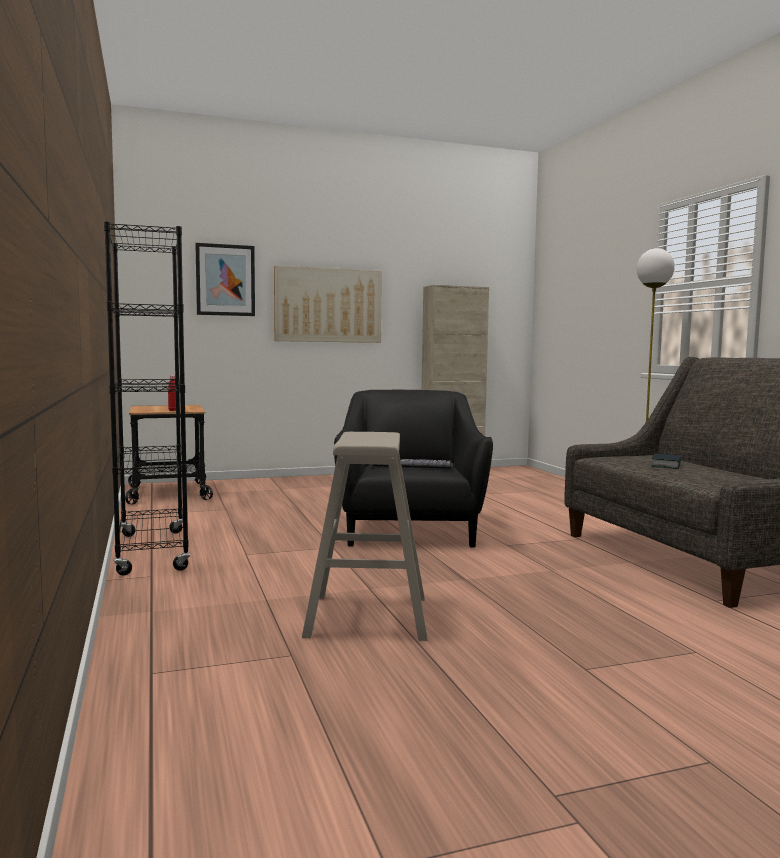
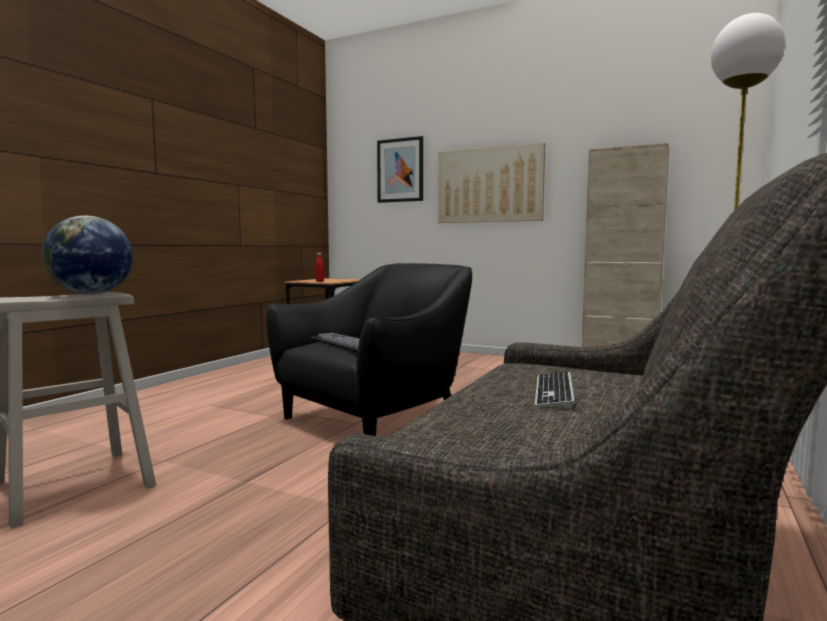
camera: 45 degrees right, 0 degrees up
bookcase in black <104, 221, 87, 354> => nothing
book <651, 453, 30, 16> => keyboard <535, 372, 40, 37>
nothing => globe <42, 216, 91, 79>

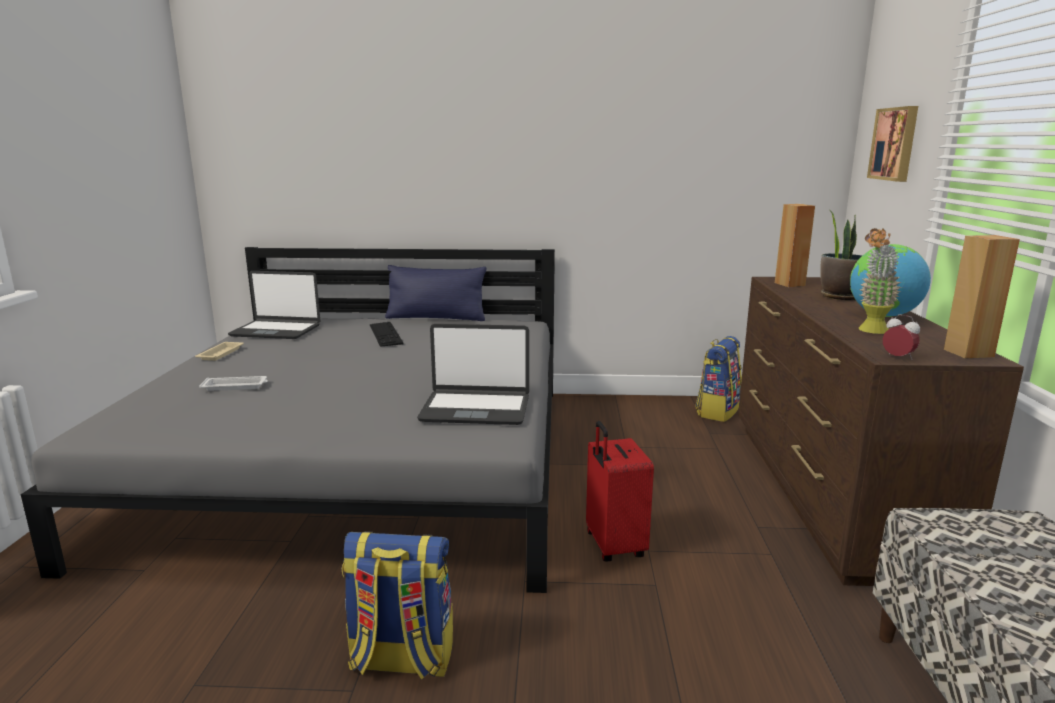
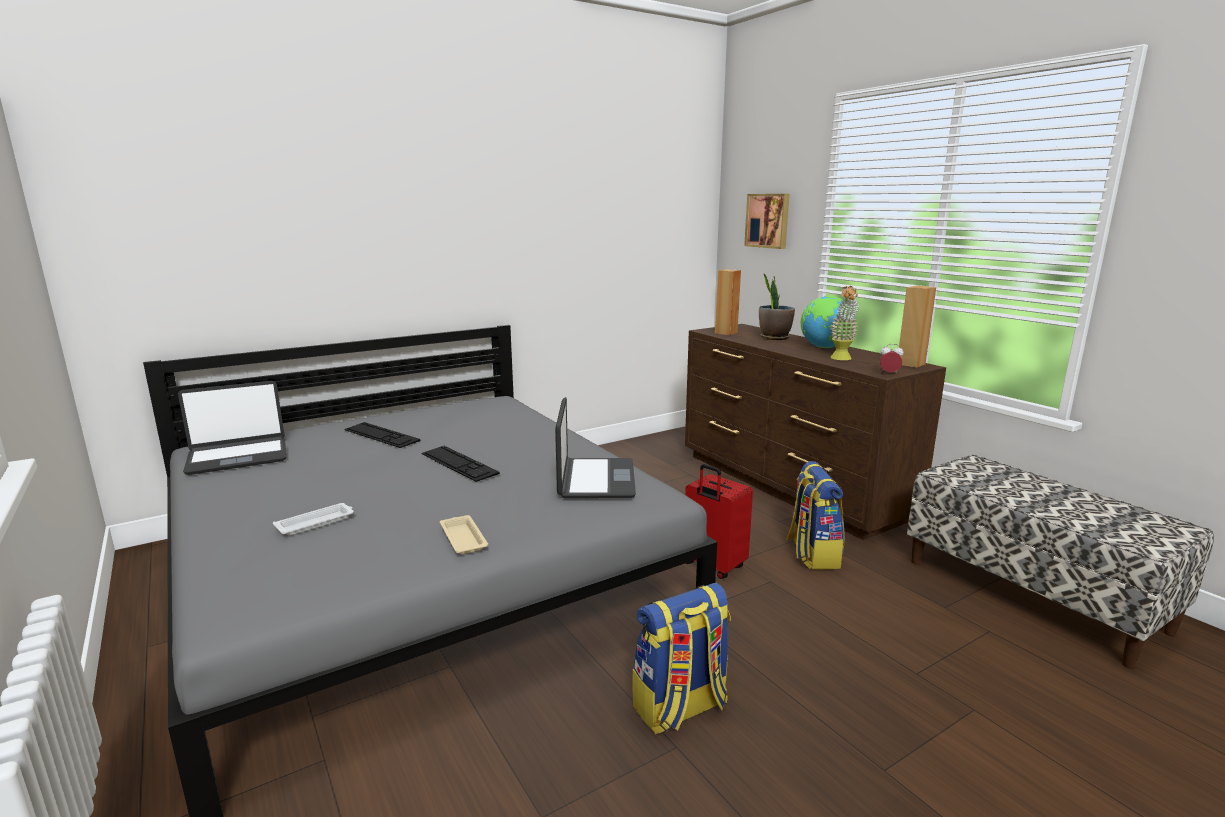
camera: 35 degrees left, 0 degrees up
pillow in blue <385, 265, 102, 56> => nothing
laptop <417, 324, 112, 101> => laptop <555, 397, 81, 101>, 60 degrees counterclockwise
backpack <695, 336, 47, 86> => backpack <786, 461, 59, 109>, moved
tray in beige <195, 342, 49, 19> => tray in beige <440, 515, 48, 39>, moved
nothing => keyboard <421, 446, 79, 36>

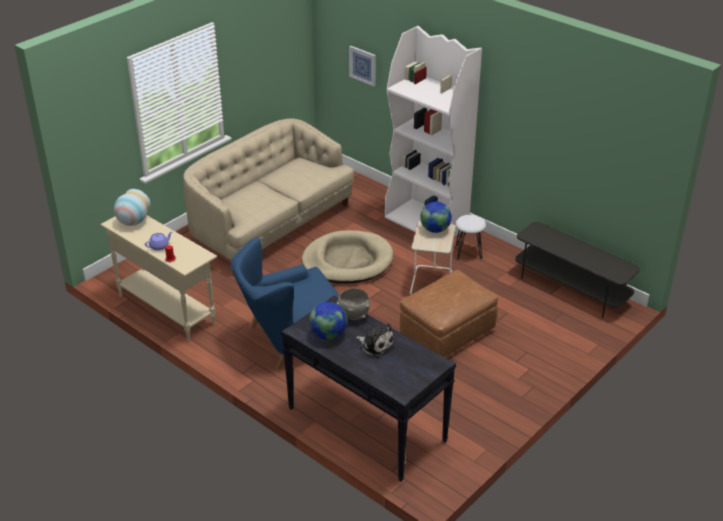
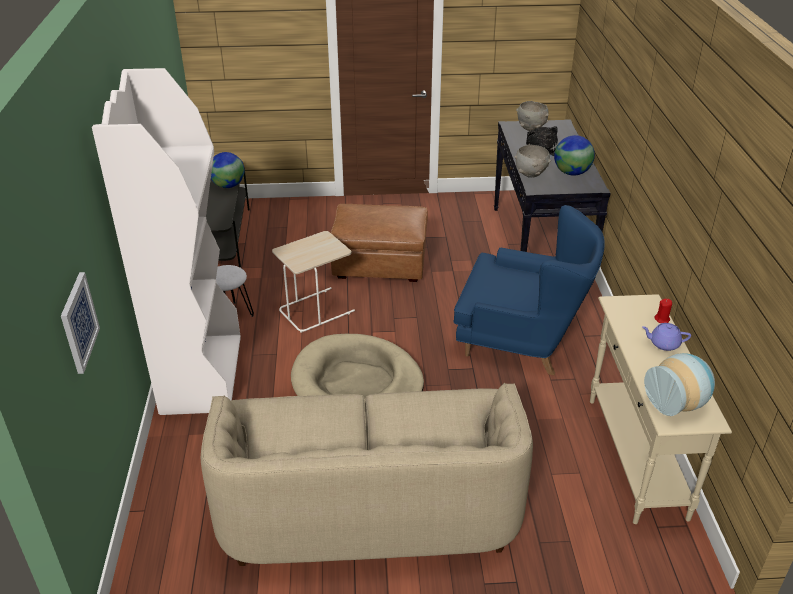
camera: 135 degrees left, 0 degrees up
globe <420, 202, 32, 31> => globe <211, 152, 33, 36>, moved
nothing => bowl in grey <516, 101, 33, 30>

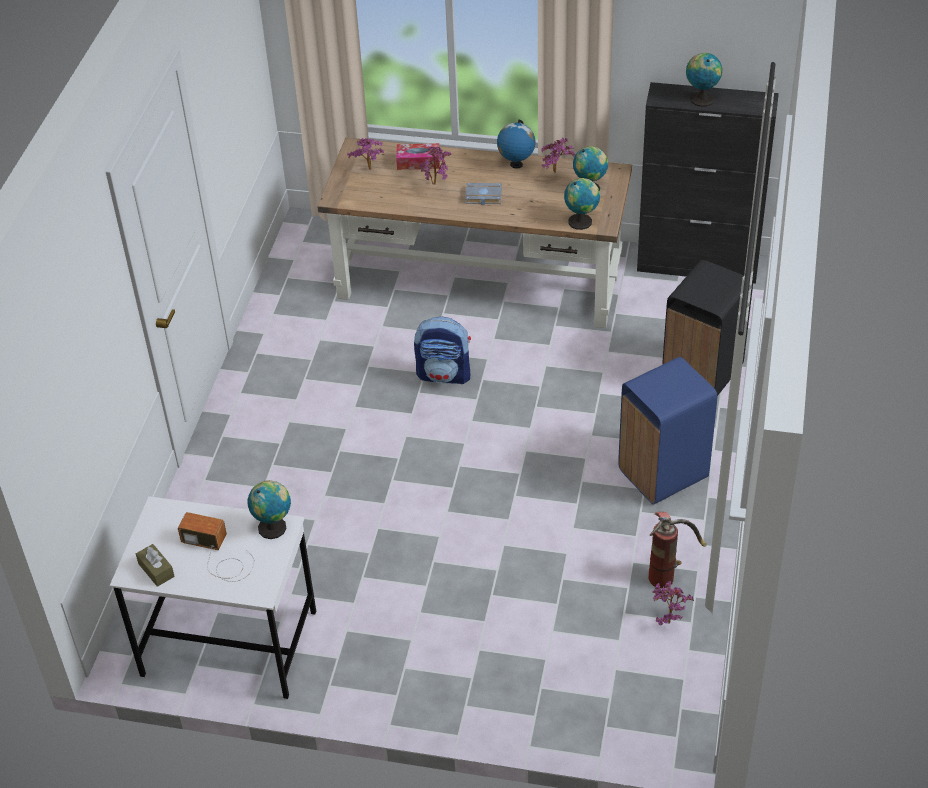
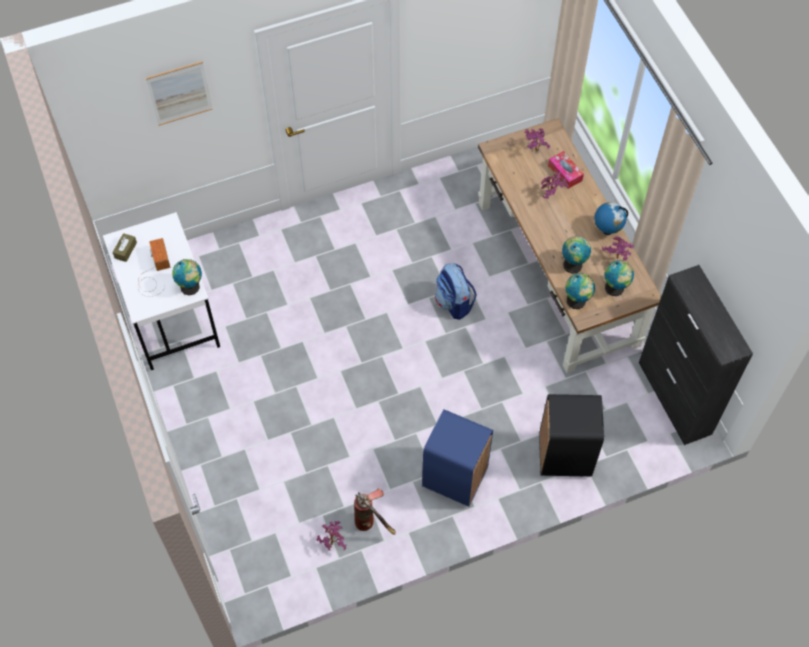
camera: 55 degrees right, 15 degrees up
globe <686, 53, 36, 54> => globe <562, 236, 29, 38>, moved
book in grey <465, 183, 37, 22> => nothing
nothing => picture <146, 61, 66, 65>

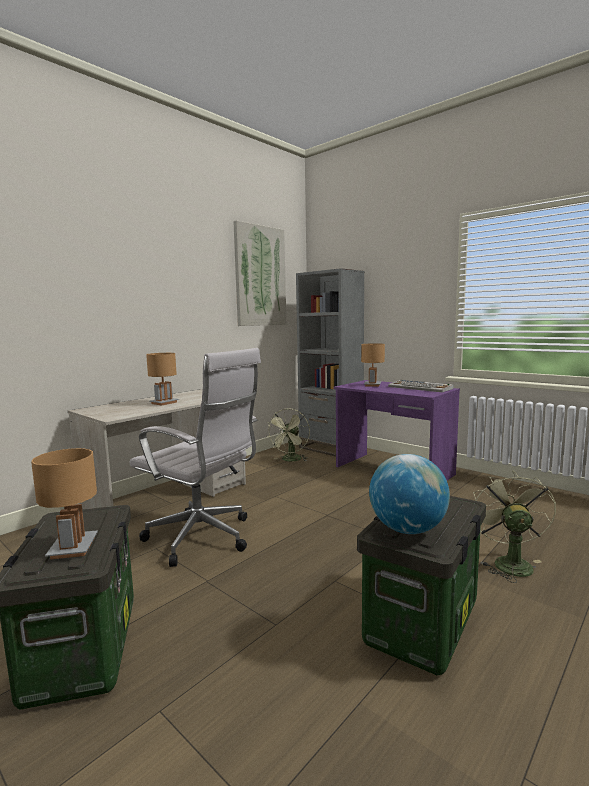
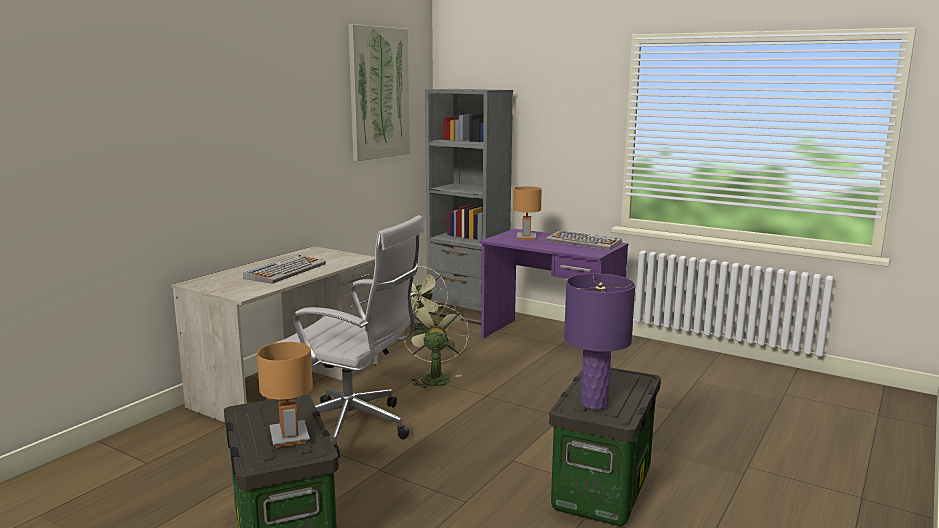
camera: 10 degrees left, 5 degrees up
table lamp in brown <146, 353, 33, 53> => keyboard <243, 255, 83, 29>
globe <369, 454, 81, 80> => table lamp in purple <564, 273, 71, 137>
fan in green <473, 471, 83, 112> => fan in green <403, 300, 66, 90>, moved

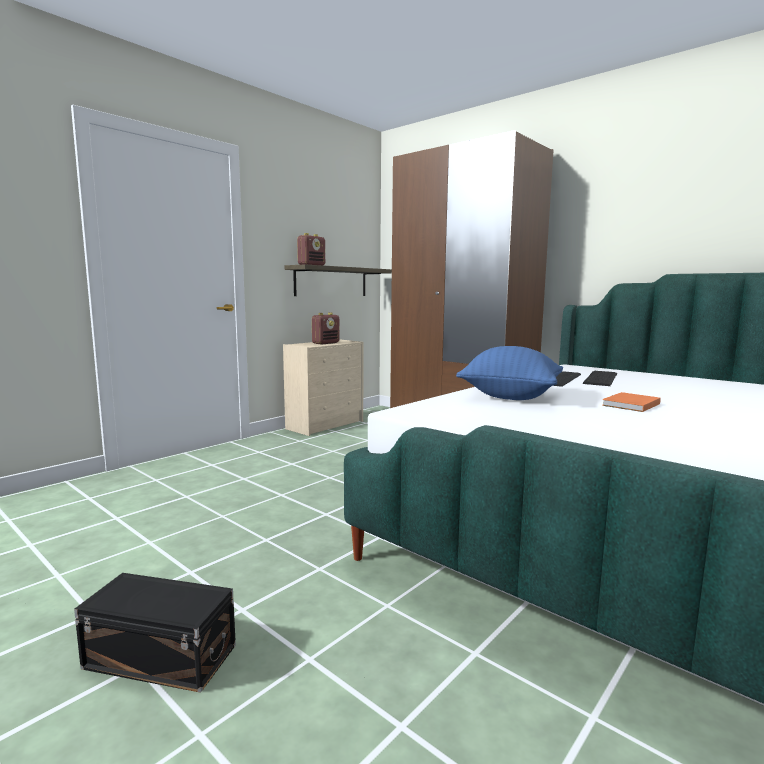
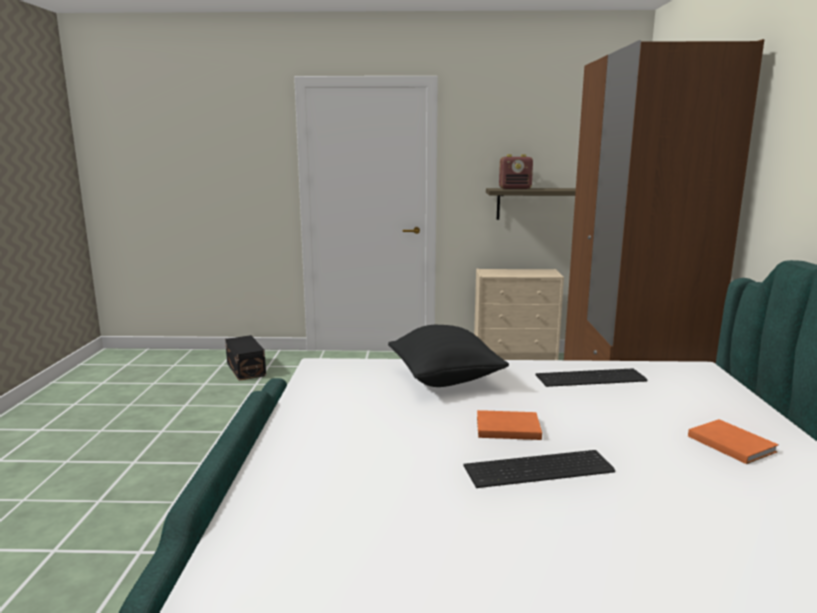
camera: 50 degrees right, 5 degrees up
radio <312, 313, 28, 32> => nothing
pillow in blue <456, 346, 107, 54> => pillow in black <388, 325, 121, 62>
keyboard <583, 371, 34, 15> => keyboard <463, 450, 152, 38>, moved
storage box in black <74, 573, 162, 120> => storage box in black <225, 335, 41, 46>, moved
nothing => book in orange <688, 419, 91, 45>

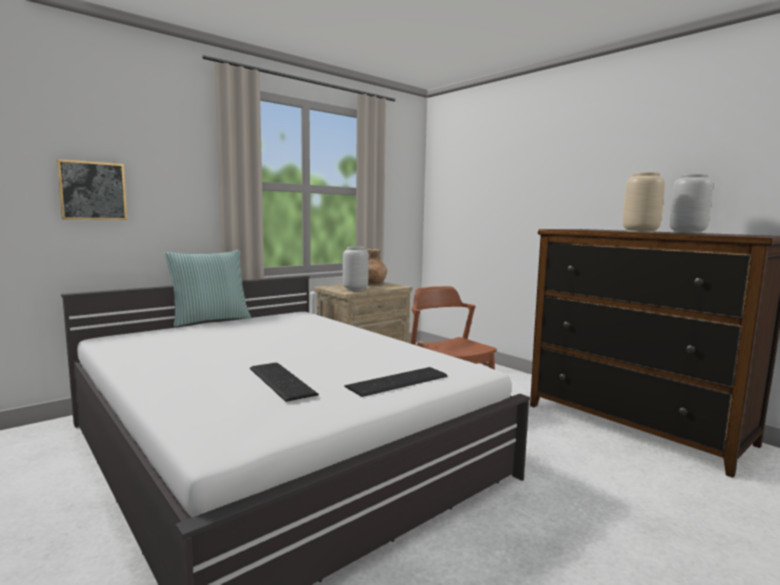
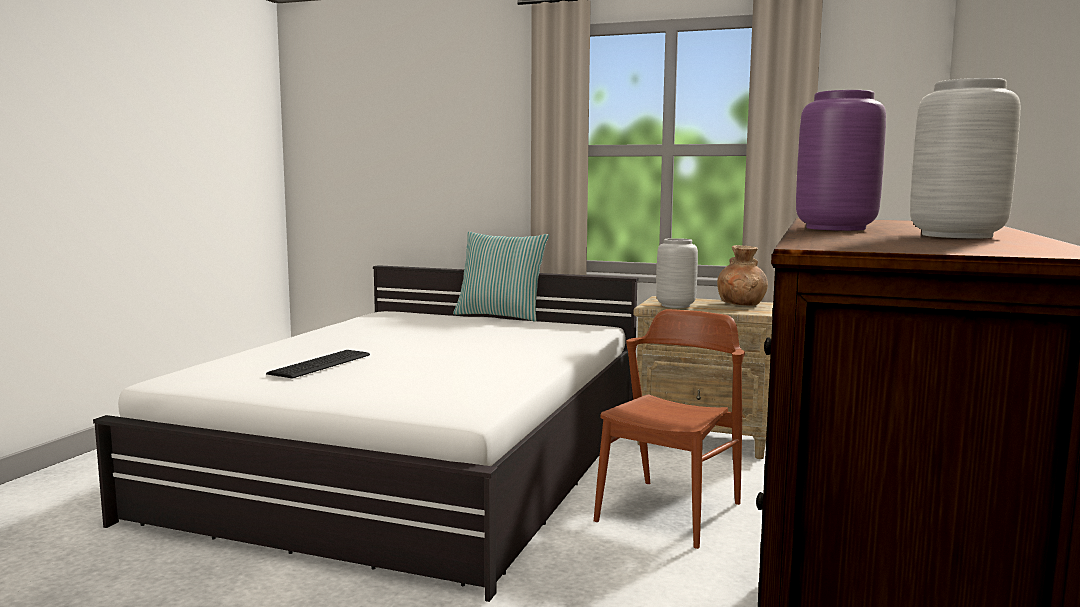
camera: 60 degrees right, 0 degrees up
picture <57, 159, 70, 61> => nothing
vase in beige <623, 172, 42, 61> => vase in purple <796, 90, 90, 141>
keyboard <345, 367, 102, 30> => nothing

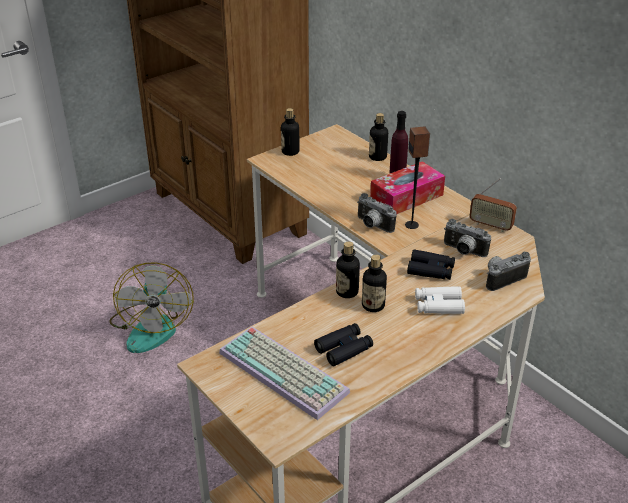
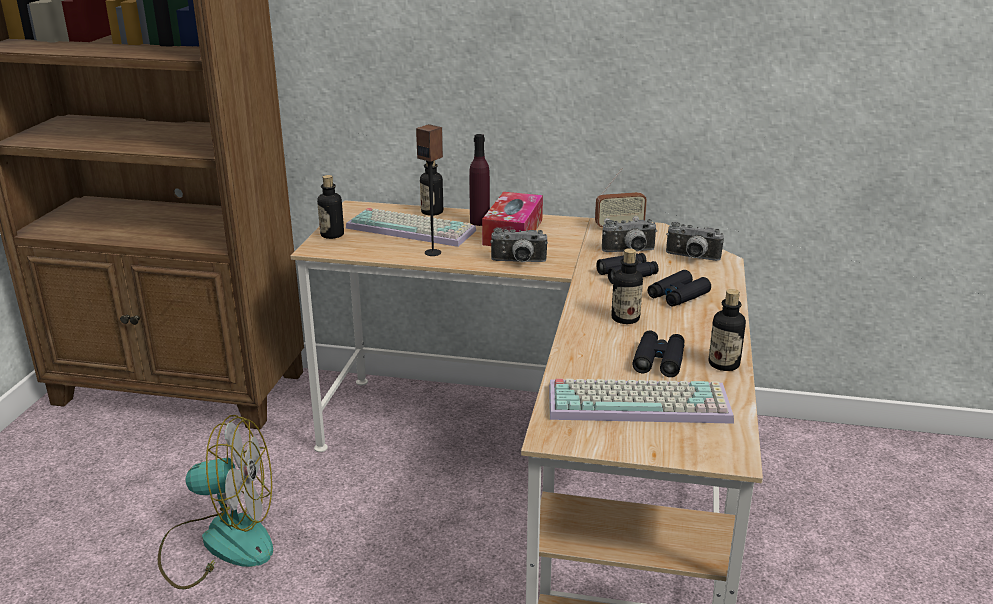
camera: 40 degrees left, 10 degrees down
speaker <405, 126, 25, 103> => speaker <416, 124, 27, 132>, moved
bottle <336, 242, 24, 56> => bottle <709, 289, 37, 82>, moved
photo camera <486, 252, 45, 39> => photo camera <666, 222, 58, 39>, 90 degrees counterclockwise
fan <109, 263, 85, 90> => fan <158, 415, 115, 174>, 45 degrees counterclockwise
binoculars in white <415, 286, 50, 28> => binoculars in black <648, 270, 63, 37>
nothing => keyboard <346, 208, 130, 39>

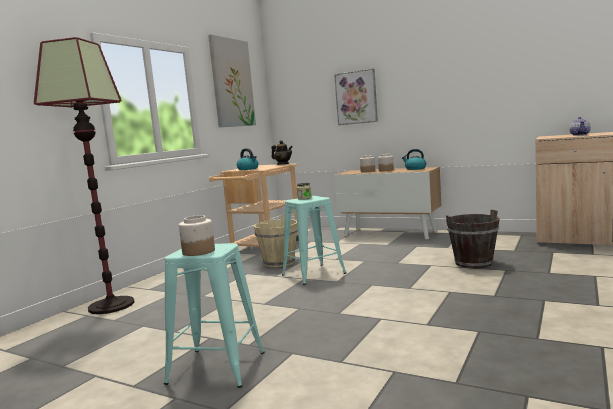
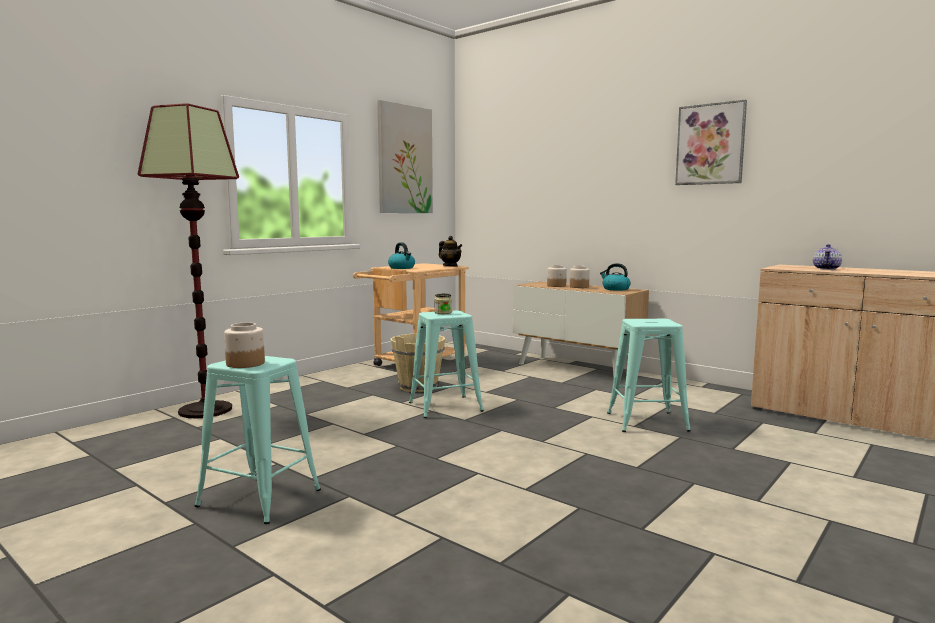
camera: 10 degrees right, 0 degrees up
picture <334, 69, 44, 56> => picture <675, 99, 72, 86>, moved
bucket in brown <446, 209, 54, 60> => stool in turquoise <607, 318, 84, 114>

